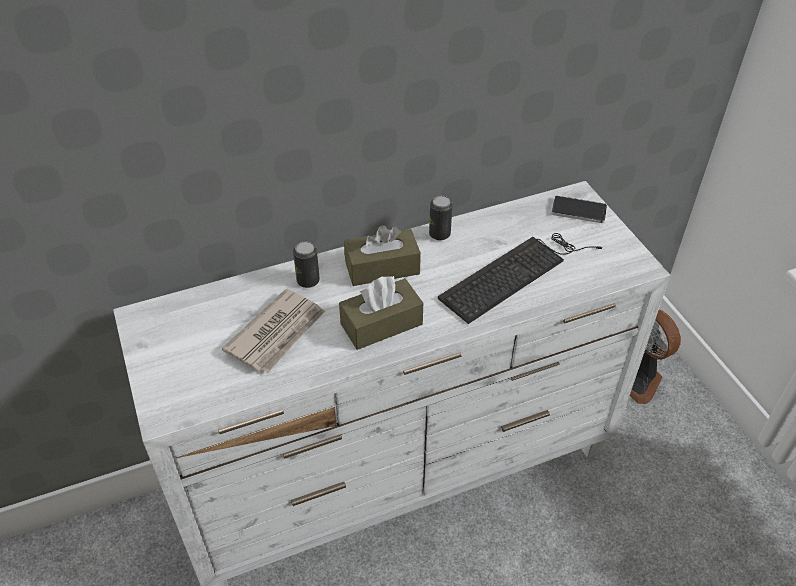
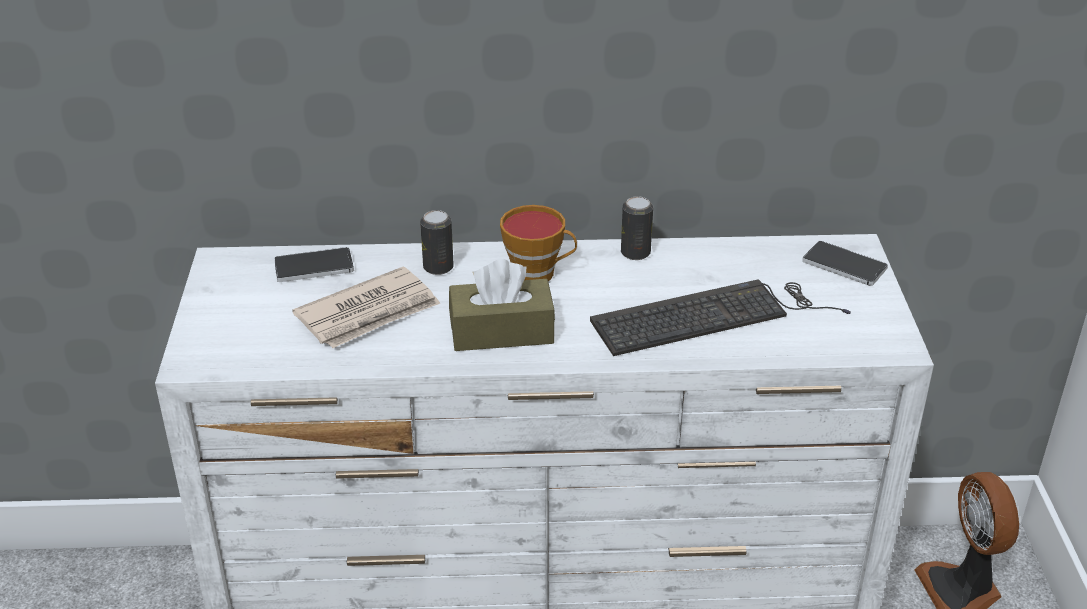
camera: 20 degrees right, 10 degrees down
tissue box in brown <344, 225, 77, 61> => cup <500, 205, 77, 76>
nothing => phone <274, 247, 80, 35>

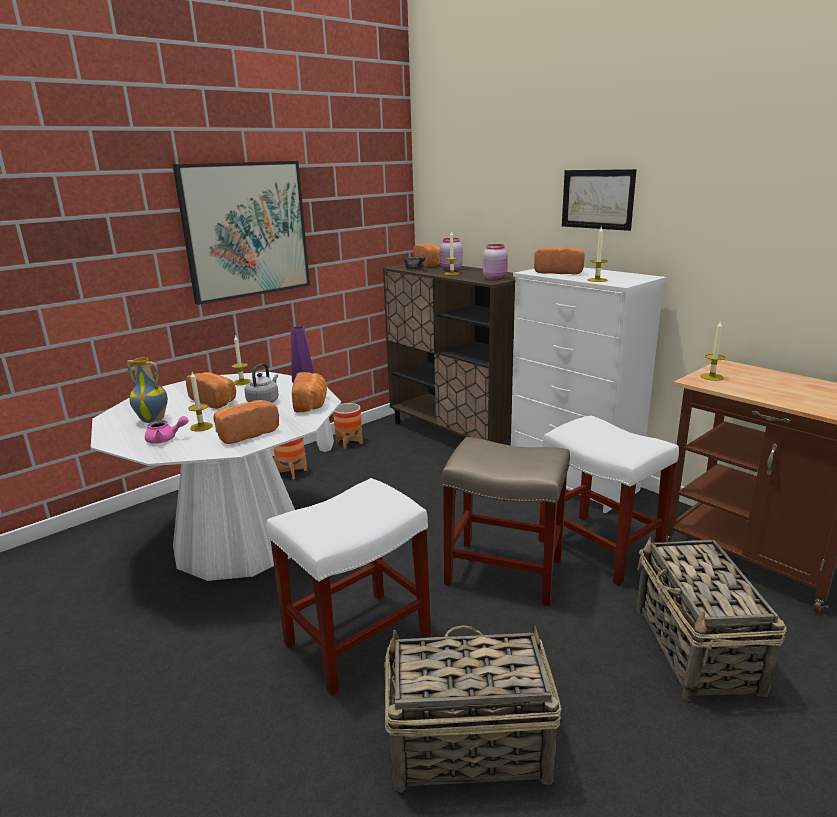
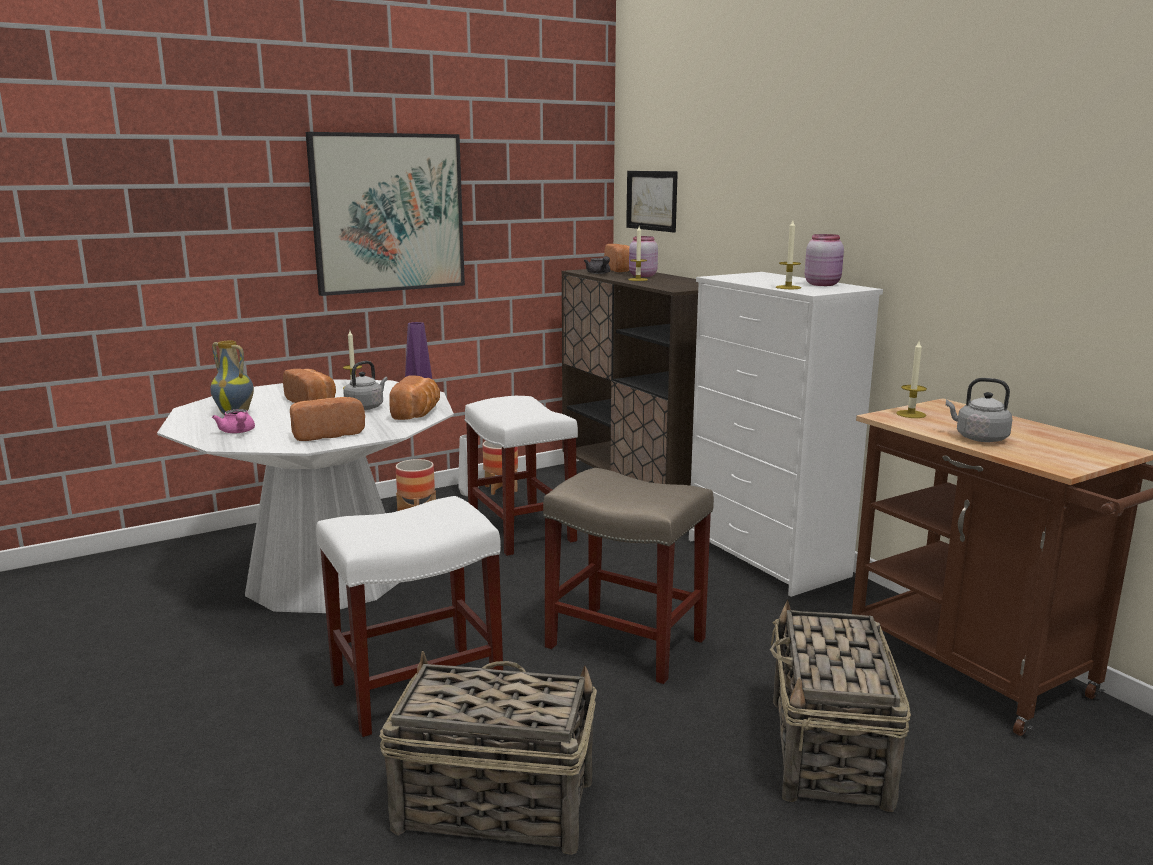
camera: 10 degrees right, 5 degrees down
picture <562, 169, 75, 62> => picture <626, 171, 52, 61>, moved
jar in pink <483, 244, 25, 36> => jar in pink <805, 234, 39, 52>, moved
bread <534, 247, 50, 27> => nothing
candle <188, 372, 25, 59> => nothing
teapot in pink <145, 416, 43, 28> => teapot in pink <212, 409, 43, 24>, 60 degrees clockwise
stool in white <538, 416, 141, 170> => stool in white <465, 396, 113, 160>, moved
nothing => kettle in grey <946, 378, 67, 64>

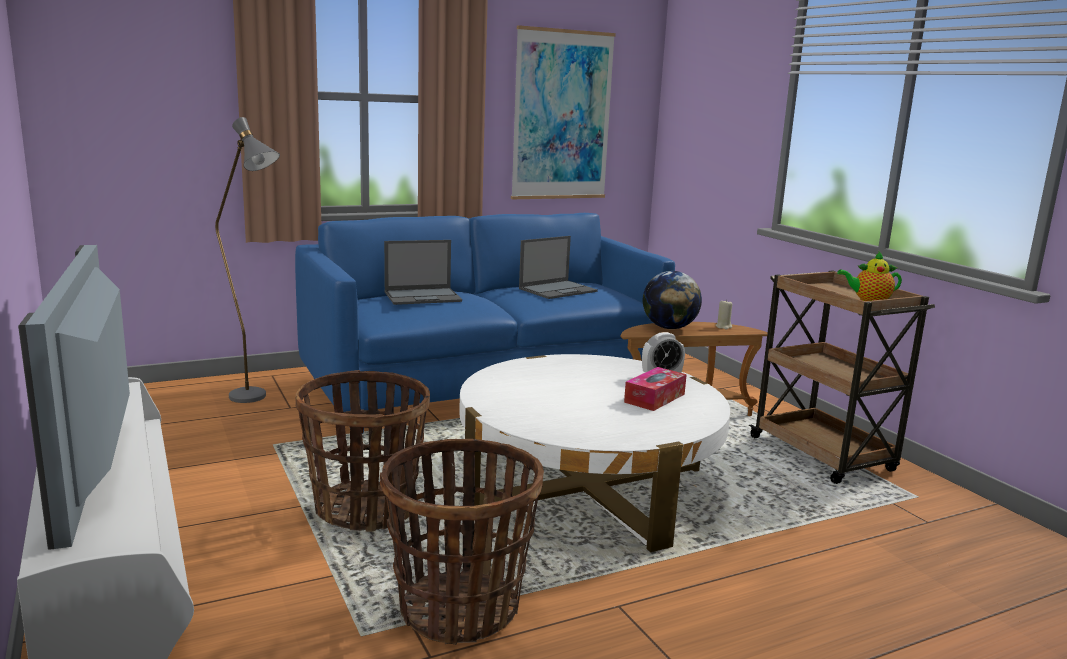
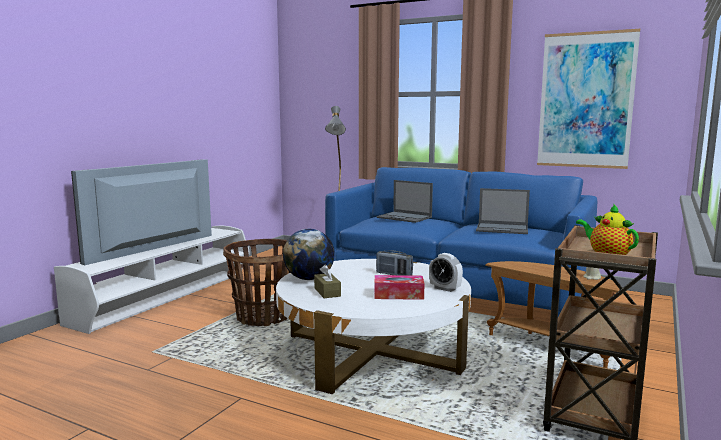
camera: 55 degrees right, 5 degrees down
globe <643, 271, 59, 58> => globe <283, 229, 52, 51>, moved
basket <380, 439, 164, 206> => nothing
nothing => radio <376, 251, 37, 25>
nothing => tissue box in brown <314, 265, 27, 33>

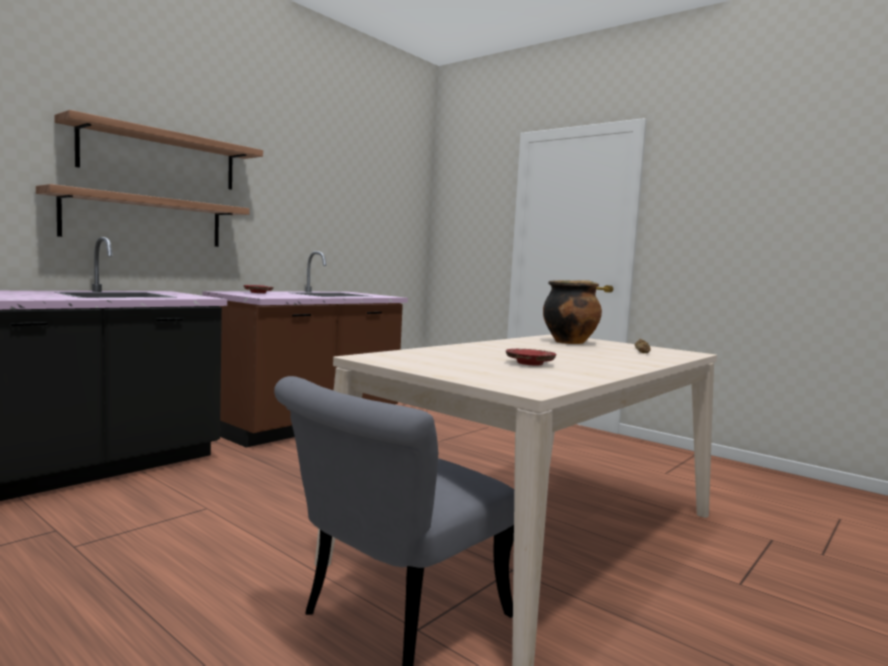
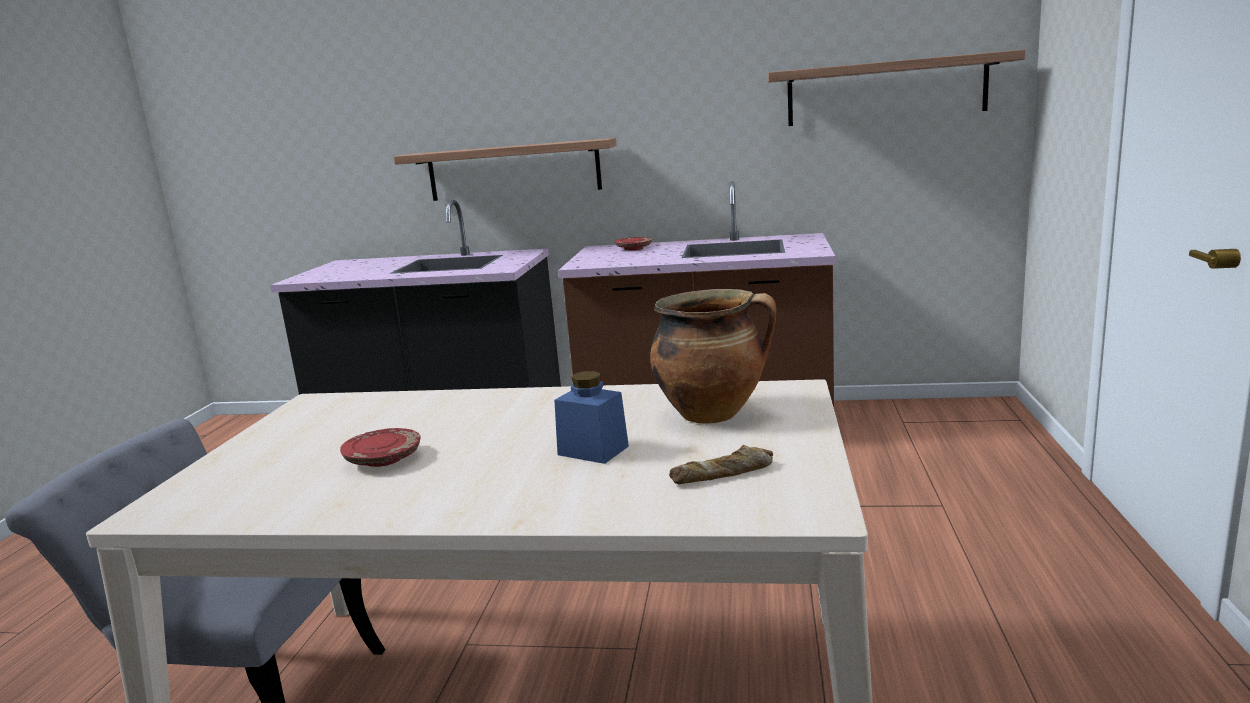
camera: 60 degrees right, 10 degrees up
shelf <54, 110, 209, 80> => shelf <767, 50, 259, 76>, moved
nothing => jar in blue <554, 371, 75, 93>

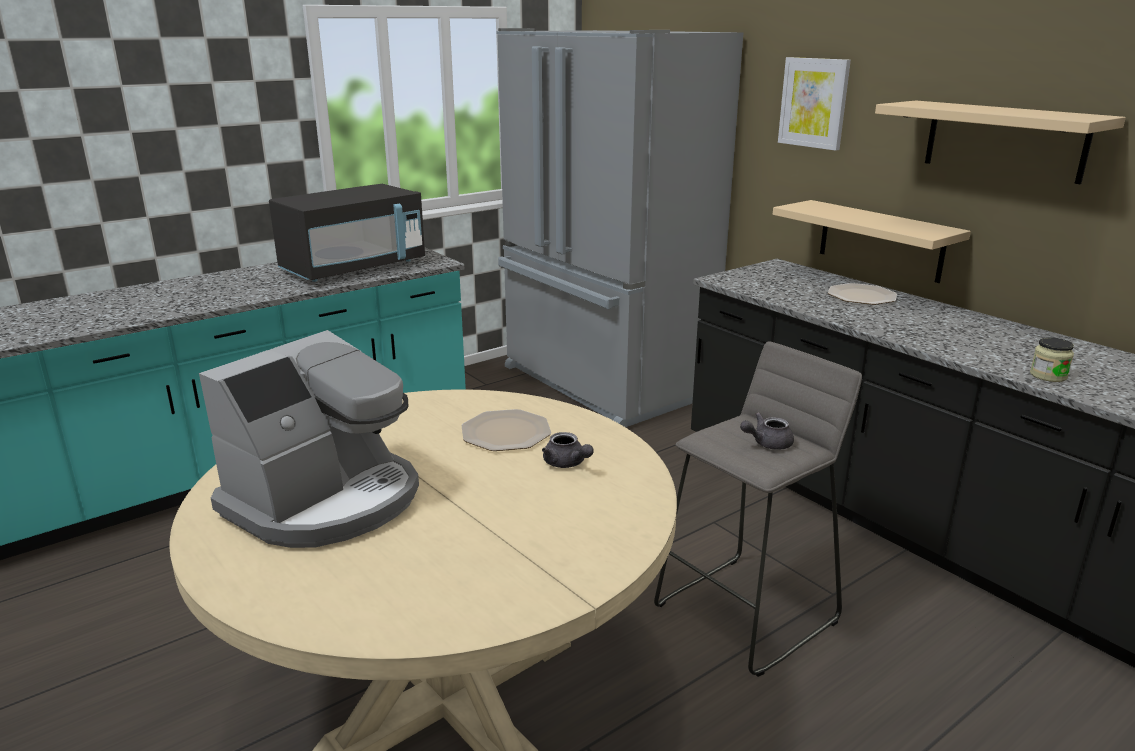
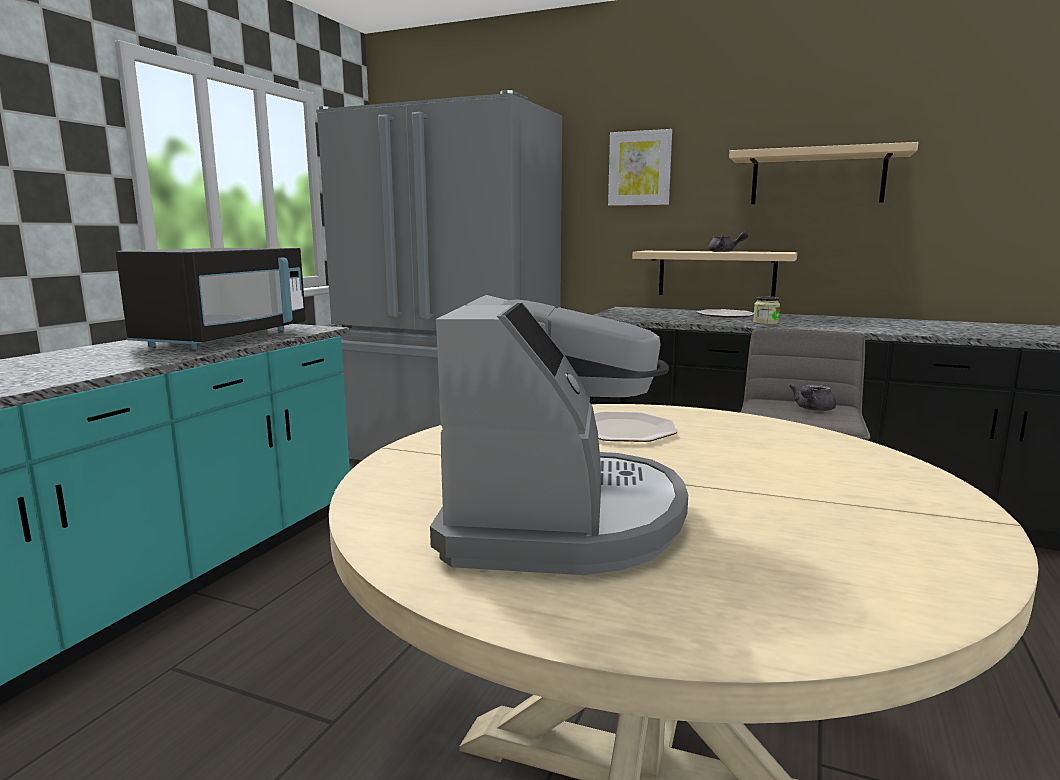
camera: 30 degrees left, 10 degrees down
jar <1030, 337, 44, 45> => jar <753, 296, 27, 29>, moved
teapot in grey <542, 432, 52, 36> => teapot in grey <708, 232, 40, 20>, moved

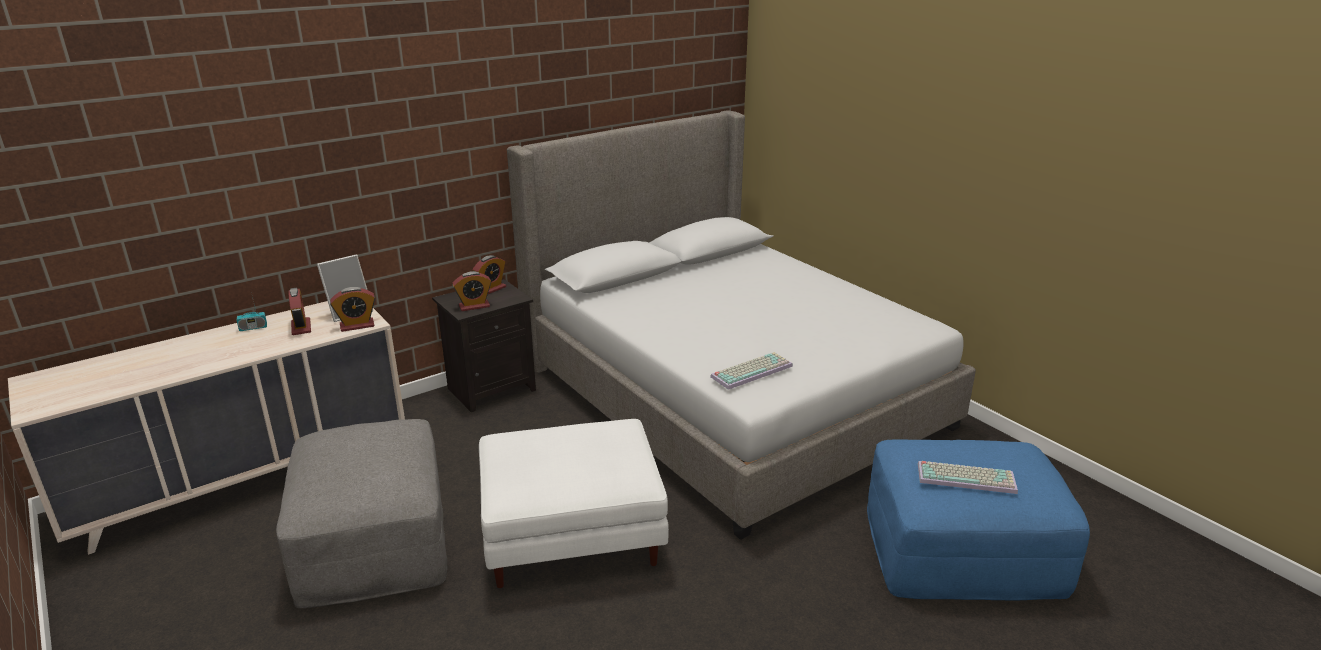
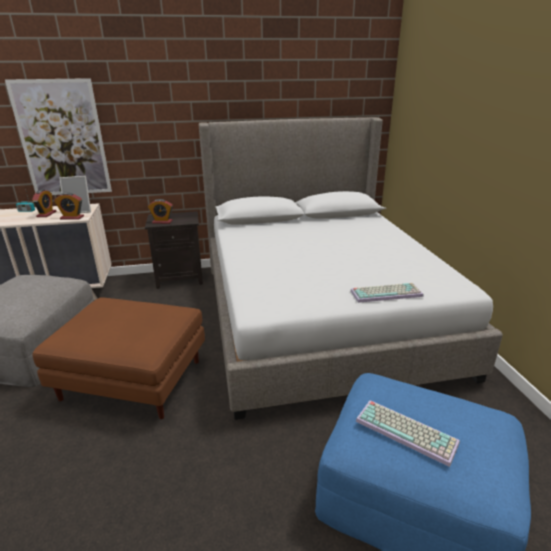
camera: 25 degrees right, 0 degrees up
alarm clock <472, 255, 34, 39> => nothing
keyboard <710, 352, 83, 38> => keyboard <350, 283, 74, 20>, moved
ottoman in white <479, 419, 190, 169> => ottoman in brown <33, 298, 172, 121>
nothing => picture <5, 78, 107, 117>

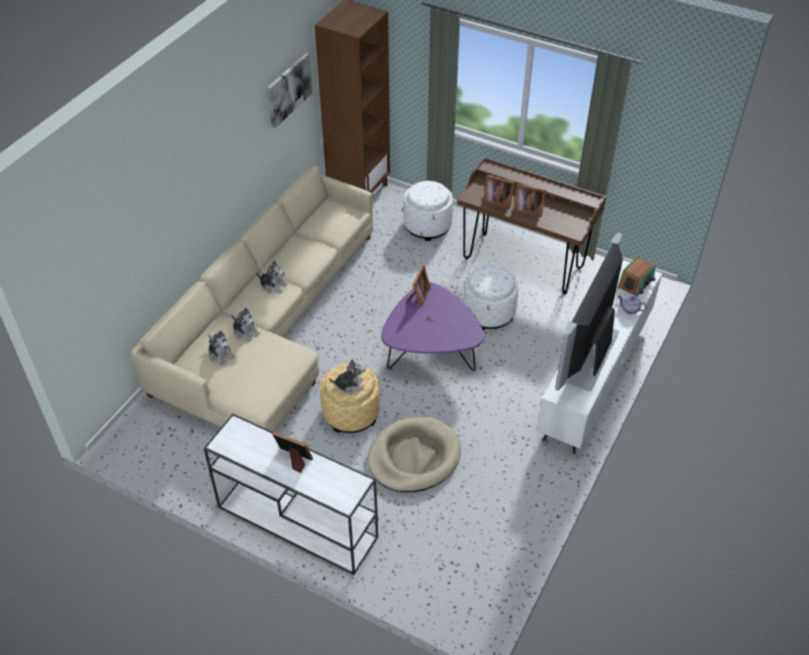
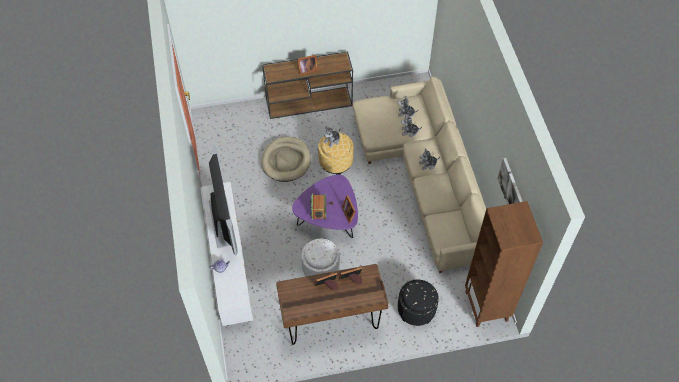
camera: 140 degrees right, 10 degrees up
ottoman in white <403, 181, 50, 60> => ottoman in black <398, 280, 41, 46>
radio <617, 256, 39, 40> => radio <310, 193, 16, 27>, moved
console table in white <204, 414, 174, 161> => console table in brown <262, 52, 91, 67>

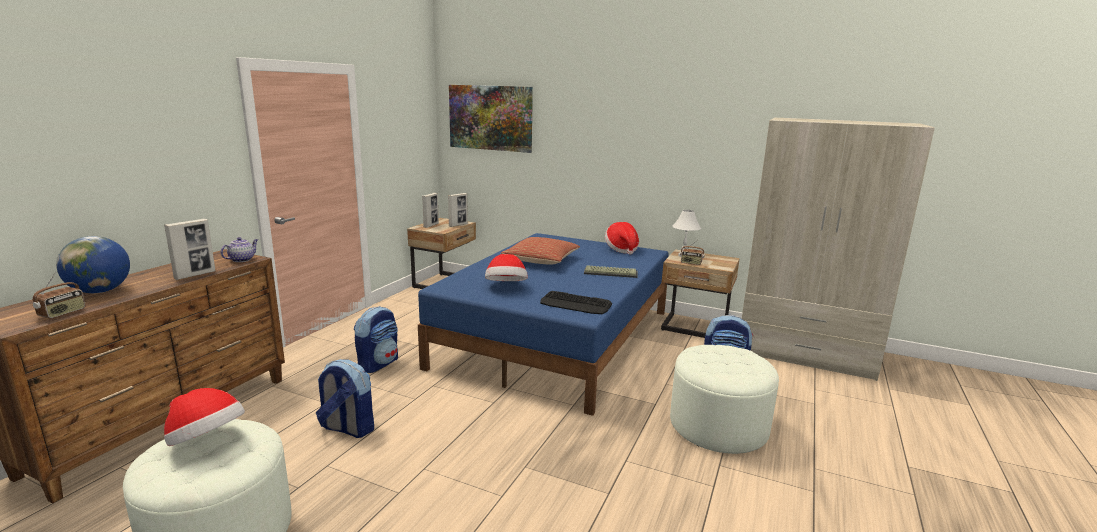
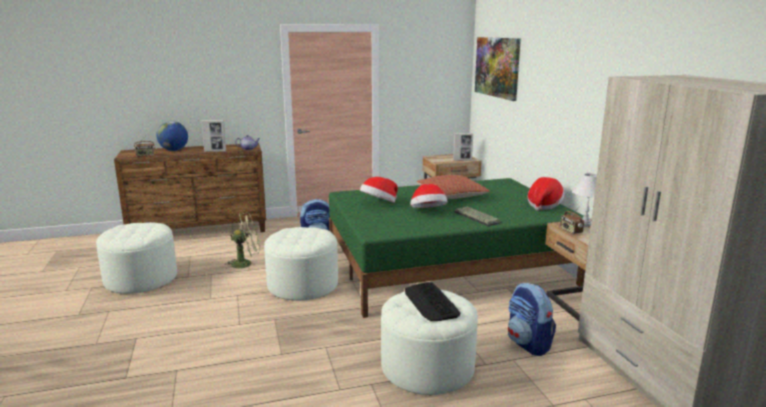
camera: 50 degrees right, 0 degrees up
picture frame <422, 193, 17, 35> => nothing
bed in blue <418, 233, 251, 183> => bed in green <329, 178, 256, 140>
keyboard <540, 291, 72, 23> => keyboard <405, 282, 56, 39>, moved
backpack <316, 359, 58, 79> => fan in green <225, 212, 35, 58>
hat <164, 388, 81, 58> => hat <411, 184, 36, 24>, moved
nothing => ottoman in white <264, 227, 74, 74>

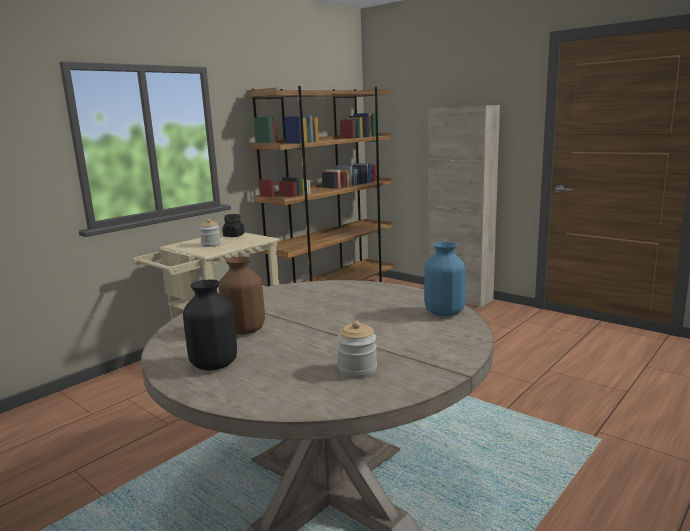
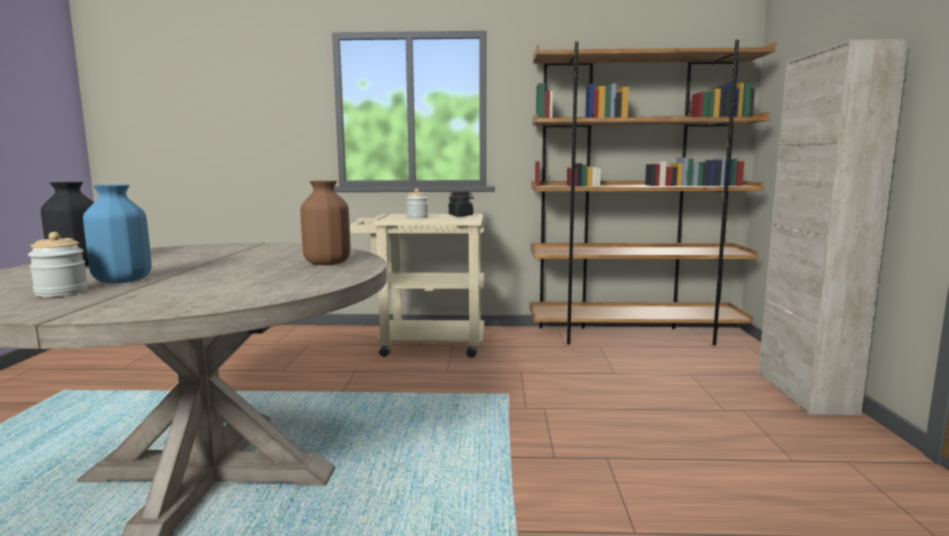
camera: 50 degrees right, 5 degrees down
vase in blue <424, 242, 42, 75> => vase in blue <83, 184, 69, 99>, moved
vase in brown <219, 256, 46, 79> => vase in brown <300, 180, 50, 85>, moved

